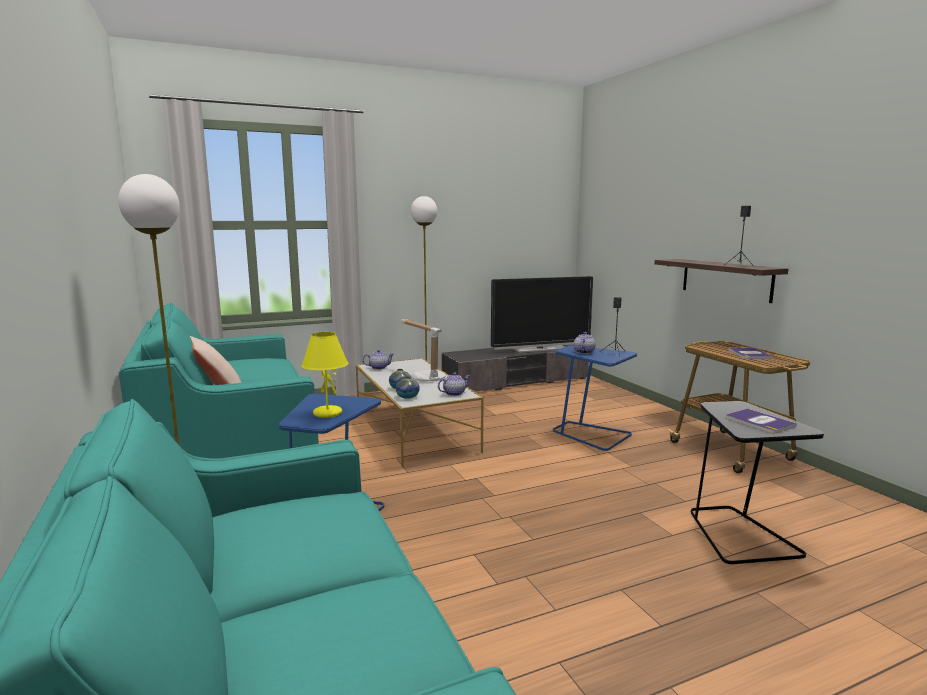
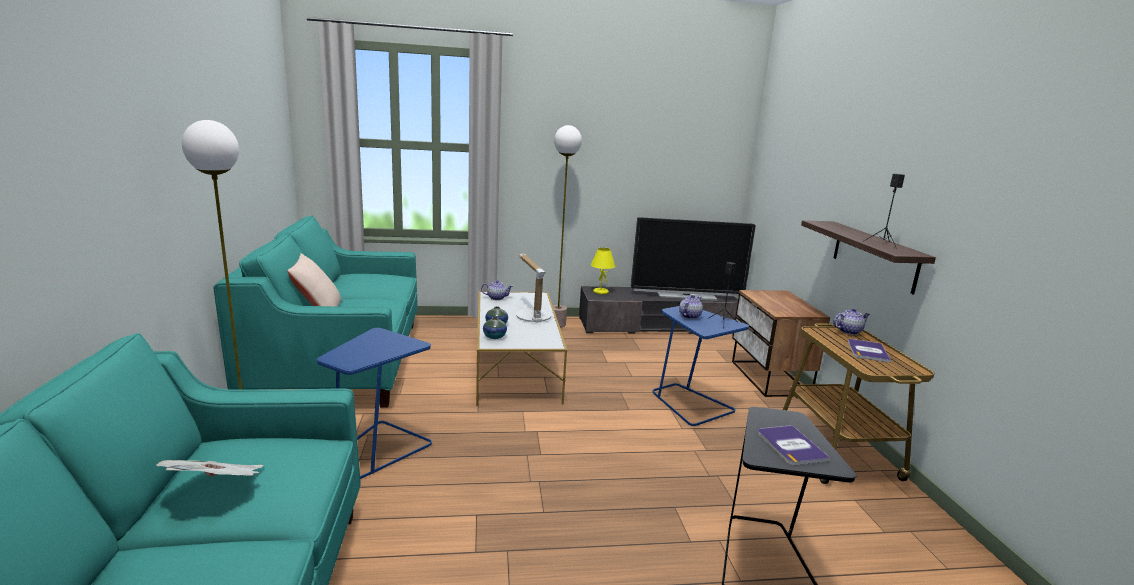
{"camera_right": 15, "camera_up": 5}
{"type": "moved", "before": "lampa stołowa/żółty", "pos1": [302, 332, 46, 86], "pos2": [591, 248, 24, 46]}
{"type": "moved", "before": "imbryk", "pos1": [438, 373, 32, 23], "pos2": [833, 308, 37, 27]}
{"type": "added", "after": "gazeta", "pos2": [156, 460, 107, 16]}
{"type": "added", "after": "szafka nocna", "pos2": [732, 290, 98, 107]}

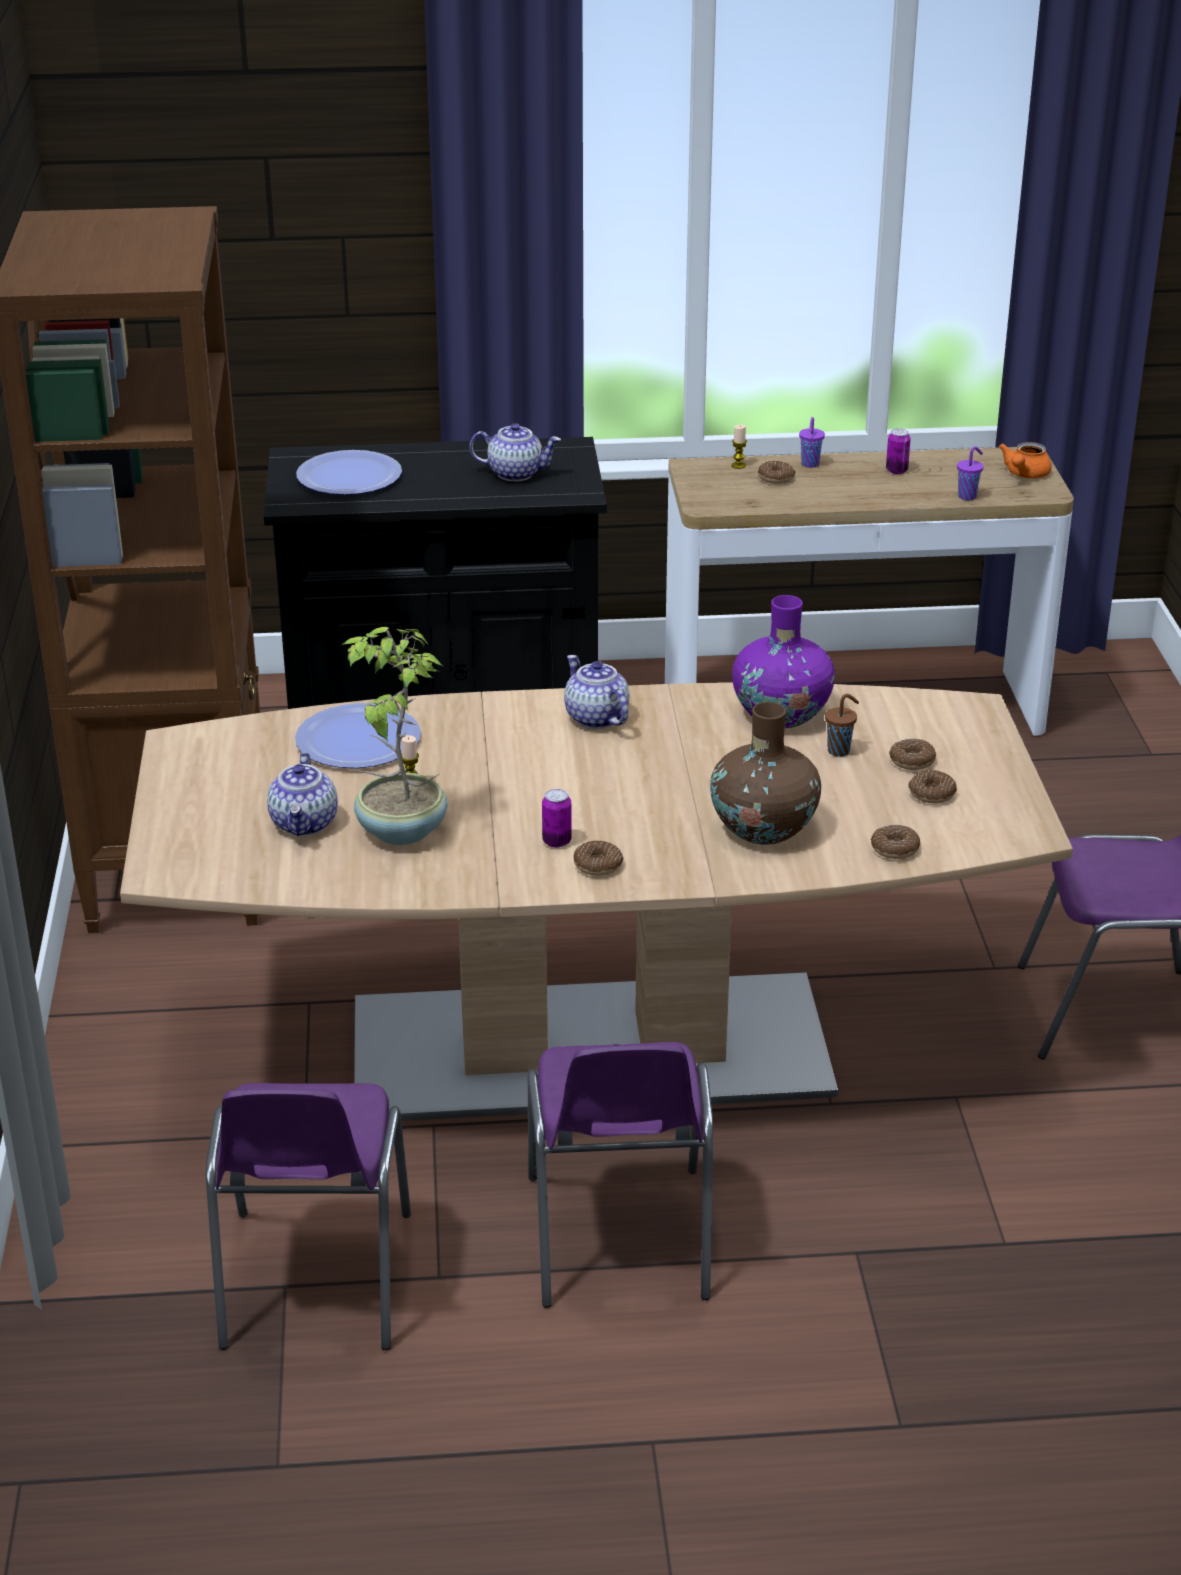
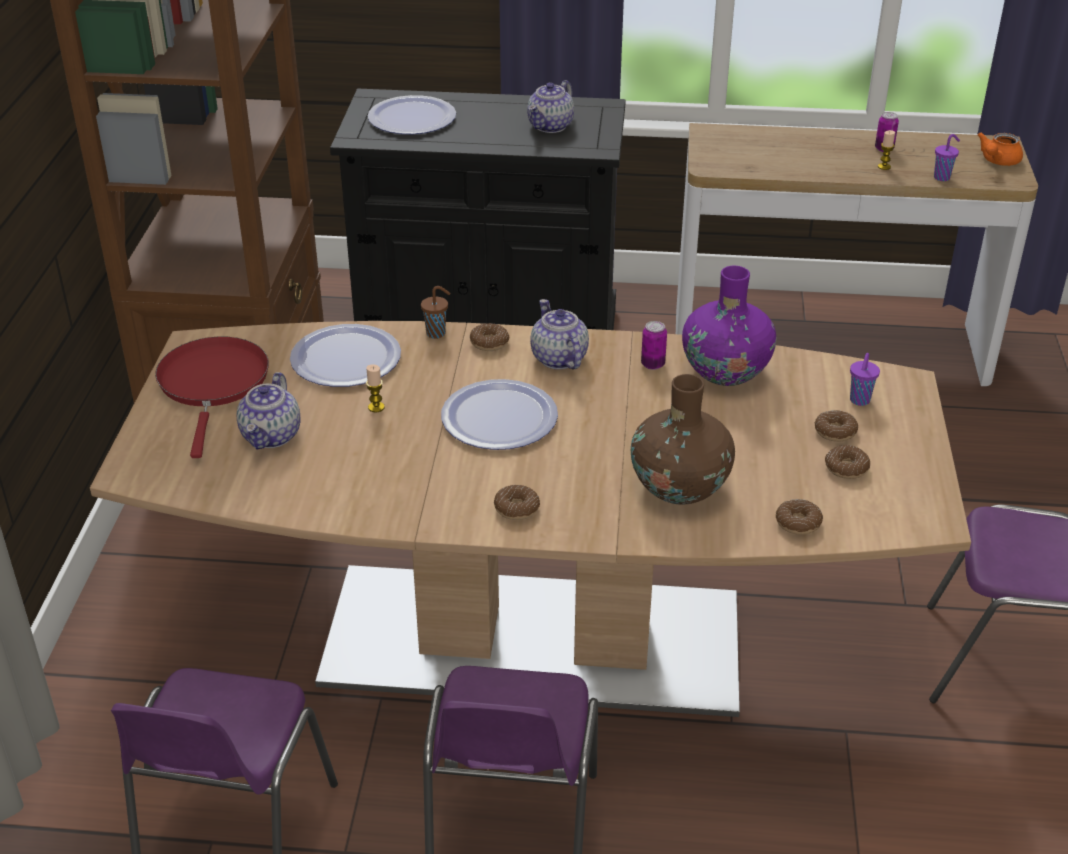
{"camera_right": 10, "camera_up": 5}
{"type": "removed", "before": "roślina doniczkowa", "pos1": [341, 627, 106, 218]}
{"type": "turned", "before": "imbryk", "pos1": [469, 423, 92, 58], "pos2": [527, 80, 47, 53], "turn": 105}
{"type": "moved", "before": "puszka", "pos1": [542, 789, 30, 59], "pos2": [641, 321, 26, 49]}
{"type": "moved", "before": "świeca", "pos1": [732, 424, 15, 45], "pos2": [878, 130, 17, 40]}
{"type": "moved", "before": "donut", "pos1": [758, 461, 37, 23], "pos2": [470, 323, 40, 28]}
{"type": "moved", "before": "filiżanka/fioletowy", "pos1": [799, 417, 26, 51], "pos2": [850, 353, 30, 53]}
{"type": "moved", "before": "filiżanka/brązowy", "pos1": [825, 694, 34, 63], "pos2": [421, 286, 29, 53]}
{"type": "added", "after": "patelnia/czerwony", "pos2": [155, 336, 114, 122]}
{"type": "added", "after": "talerz", "pos2": [441, 379, 117, 71]}

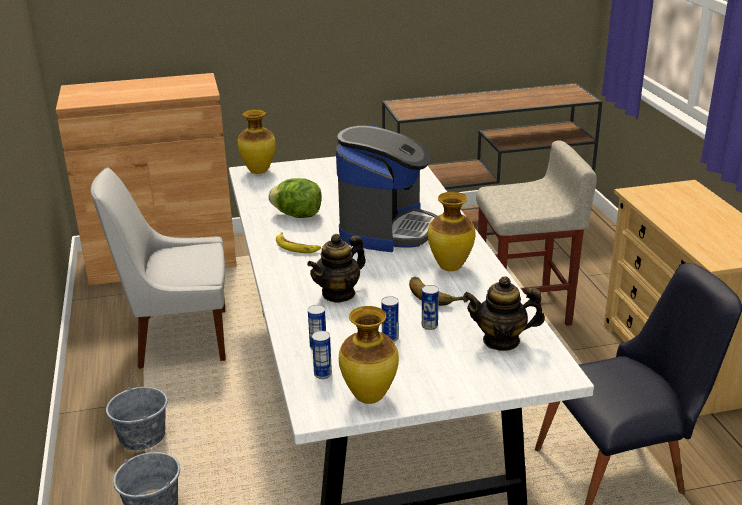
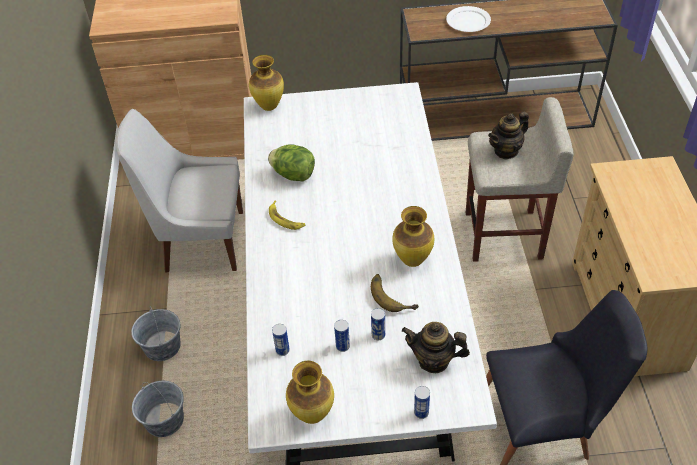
{"camera_right": 10, "camera_up": 20}
{"type": "moved", "before": "imbryk", "pos1": [307, 234, 59, 69], "pos2": [488, 111, 41, 48]}
{"type": "moved", "before": "puszka", "pos1": [312, 331, 20, 48], "pos2": [414, 386, 16, 33]}
{"type": "removed", "before": "ekspres do kawy", "pos1": [336, 126, 102, 126]}
{"type": "added", "after": "talerz/biały", "pos2": [446, 6, 45, 26]}

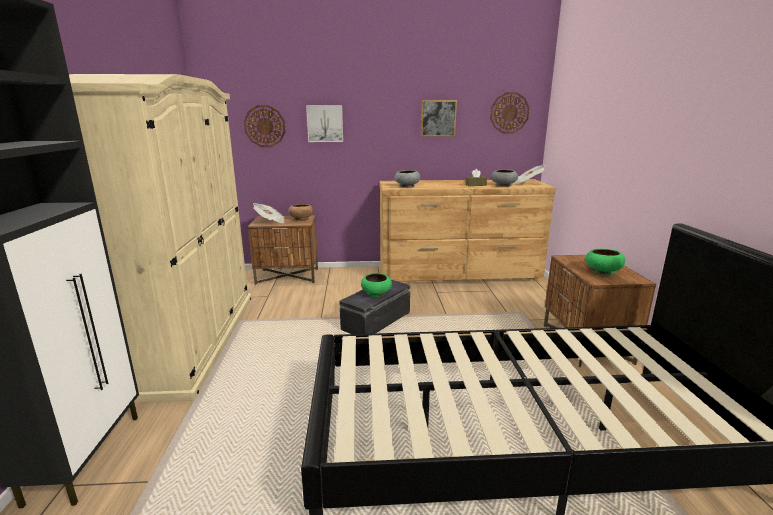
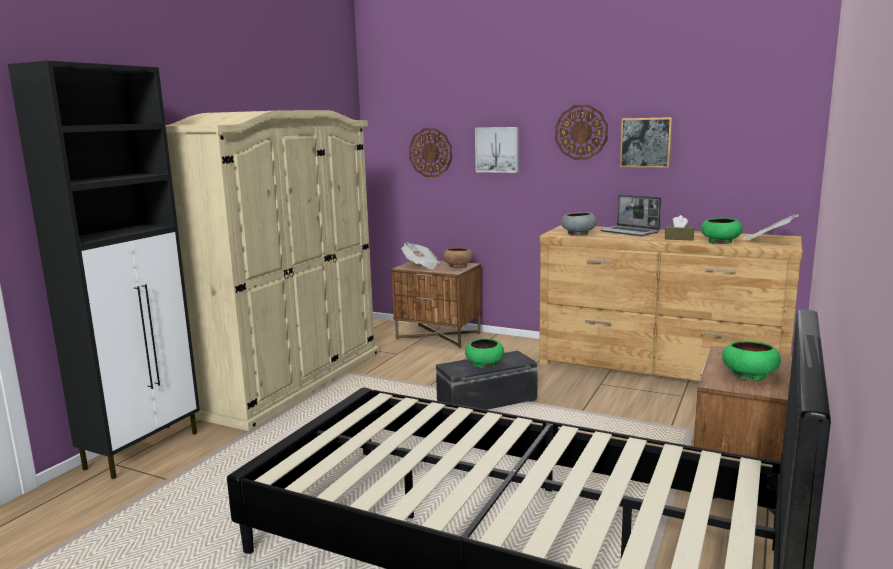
{"camera_right": 30, "camera_up": -5}
{"type": "moved", "before": "zegar ścienny", "pos1": [490, 92, 39, 42], "pos2": [555, 105, 53, 55]}
{"type": "recoloured", "before": "miska/szary", "after": "miska/zielony", "pos1": [491, 169, 27, 18], "pos2": [701, 218, 41, 26]}
{"type": "added", "after": "laptop", "pos2": [599, 194, 63, 42]}

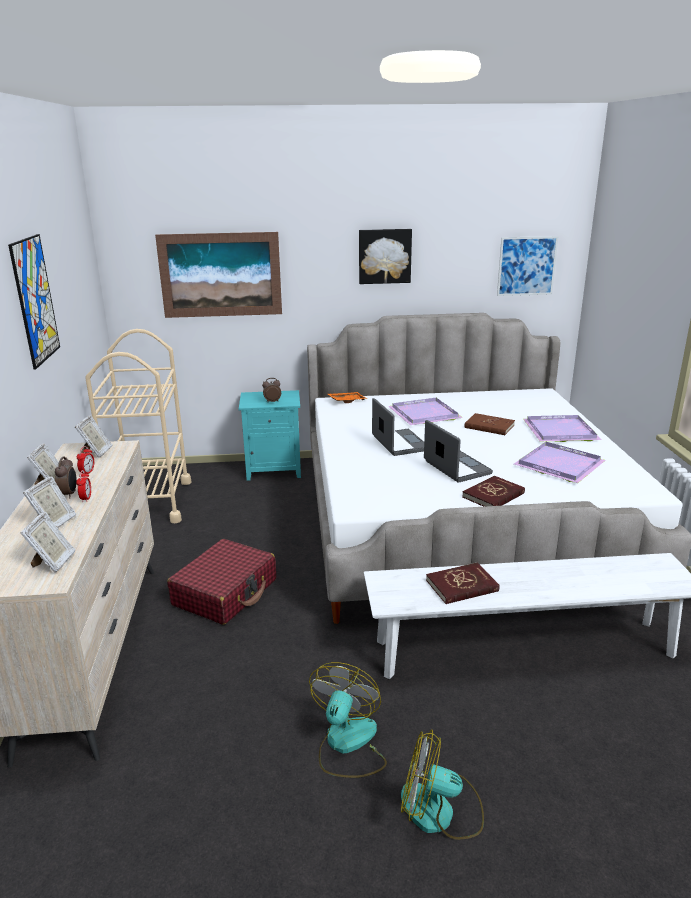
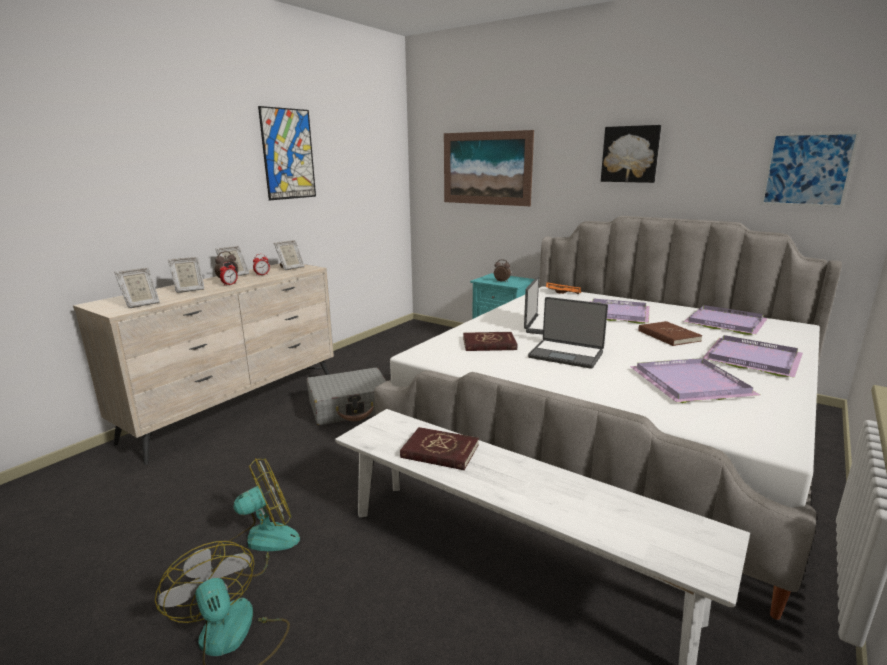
{"camera_right": 40, "camera_up": -5}
{"type": "removed", "before": "wózek/beżowy", "pos1": [86, 329, 106, 194]}
{"type": "recoloured", "before": "walizka/czerwony", "after": "walizka/szary", "pos1": [167, 539, 109, 86], "pos2": [307, 368, 79, 57]}
{"type": "turned", "before": "laptop", "pos1": [424, 420, 69, 63], "pos2": [528, 297, 80, 72], "turn": 105}
{"type": "moved", "before": "książka/czerwony", "pos1": [463, 476, 62, 31], "pos2": [463, 332, 54, 19]}
{"type": "added", "after": "taca/fioletowy", "pos2": [684, 305, 84, 30]}

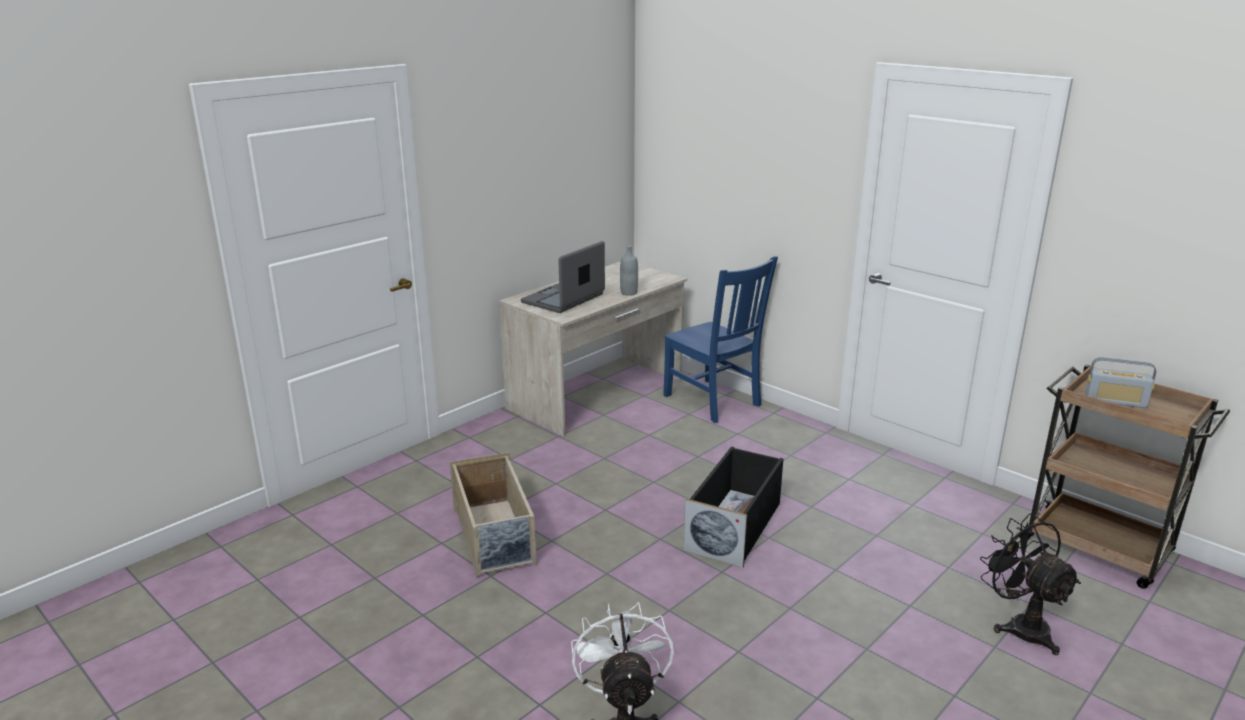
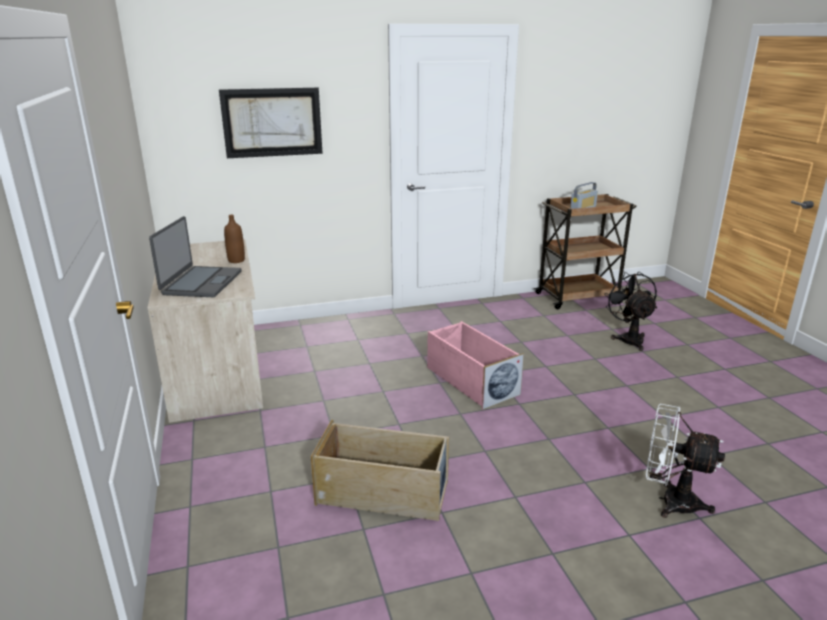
{"camera_right": -60, "camera_up": 0}
{"type": "turned", "before": "laptop", "pos1": [521, 241, 84, 72], "pos2": [149, 216, 93, 81], "turn": -150}
{"type": "recoloured", "before": "butelka/szary", "after": "butelka/brązowy", "pos1": [620, 245, 18, 51], "pos2": [224, 215, 21, 48]}
{"type": "removed", "before": "krzesło/niebieski", "pos1": [663, 256, 115, 167]}
{"type": "recoloured", "before": "pojemnik do przechowywania/czarny", "after": "pojemnik do przechowywania/różowy", "pos1": [683, 446, 100, 122], "pos2": [427, 321, 97, 88]}
{"type": "turned", "before": "wentylator/czarny", "pos1": [980, 513, 101, 142], "pos2": [605, 272, 52, 79], "turn": 75}
{"type": "added", "after": "obraz", "pos2": [219, 87, 104, 71]}

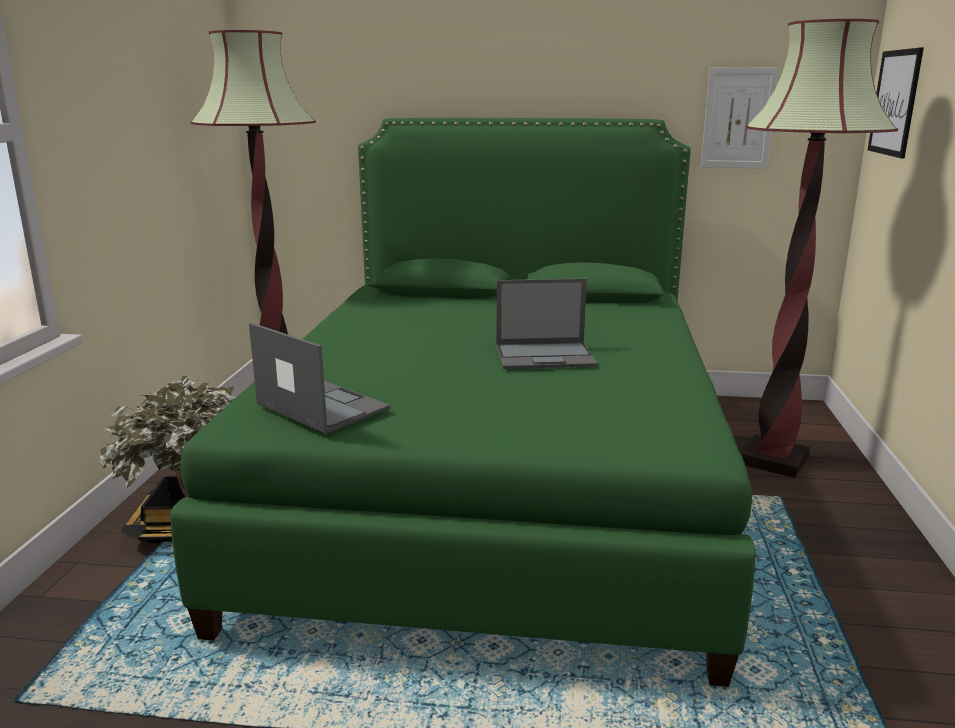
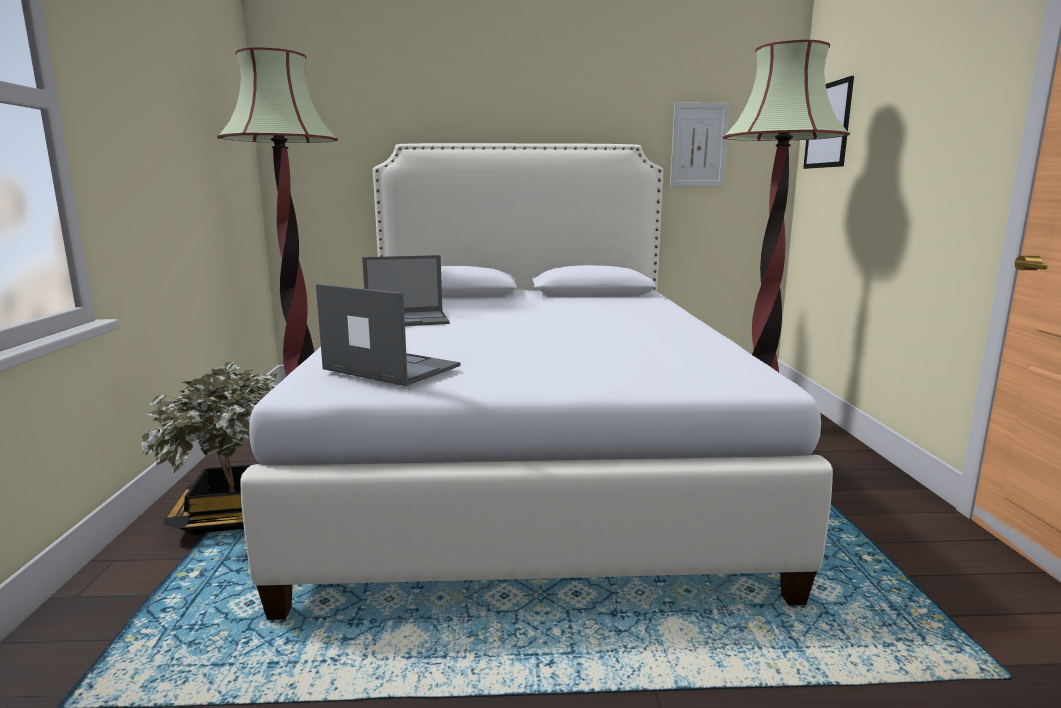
{"camera_right": -10, "camera_up": -5}
{"type": "recoloured", "before": "łóżko/zielony", "after": "łóżko/biały", "pos1": [170, 118, 586, 569], "pos2": [241, 143, 592, 477]}
{"type": "moved", "before": "laptop", "pos1": [496, 278, 102, 91], "pos2": [362, 255, 88, 71]}

